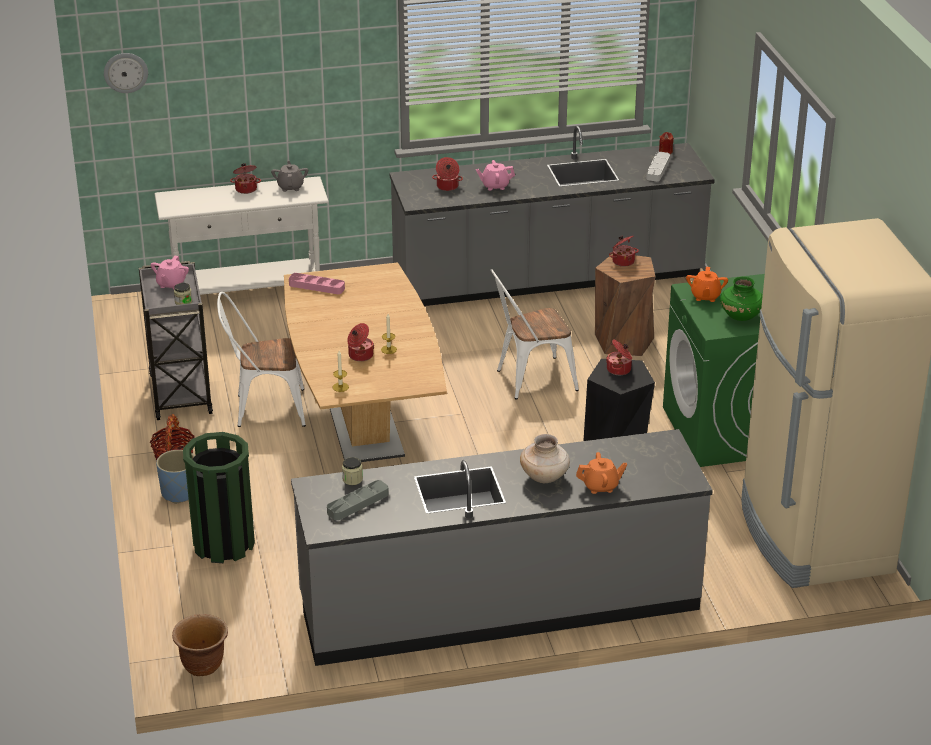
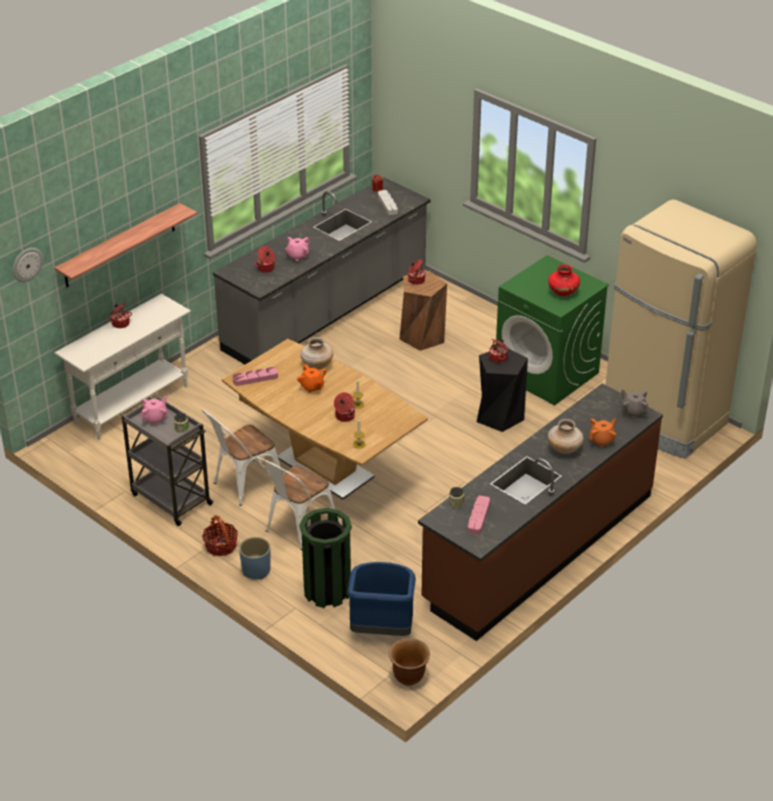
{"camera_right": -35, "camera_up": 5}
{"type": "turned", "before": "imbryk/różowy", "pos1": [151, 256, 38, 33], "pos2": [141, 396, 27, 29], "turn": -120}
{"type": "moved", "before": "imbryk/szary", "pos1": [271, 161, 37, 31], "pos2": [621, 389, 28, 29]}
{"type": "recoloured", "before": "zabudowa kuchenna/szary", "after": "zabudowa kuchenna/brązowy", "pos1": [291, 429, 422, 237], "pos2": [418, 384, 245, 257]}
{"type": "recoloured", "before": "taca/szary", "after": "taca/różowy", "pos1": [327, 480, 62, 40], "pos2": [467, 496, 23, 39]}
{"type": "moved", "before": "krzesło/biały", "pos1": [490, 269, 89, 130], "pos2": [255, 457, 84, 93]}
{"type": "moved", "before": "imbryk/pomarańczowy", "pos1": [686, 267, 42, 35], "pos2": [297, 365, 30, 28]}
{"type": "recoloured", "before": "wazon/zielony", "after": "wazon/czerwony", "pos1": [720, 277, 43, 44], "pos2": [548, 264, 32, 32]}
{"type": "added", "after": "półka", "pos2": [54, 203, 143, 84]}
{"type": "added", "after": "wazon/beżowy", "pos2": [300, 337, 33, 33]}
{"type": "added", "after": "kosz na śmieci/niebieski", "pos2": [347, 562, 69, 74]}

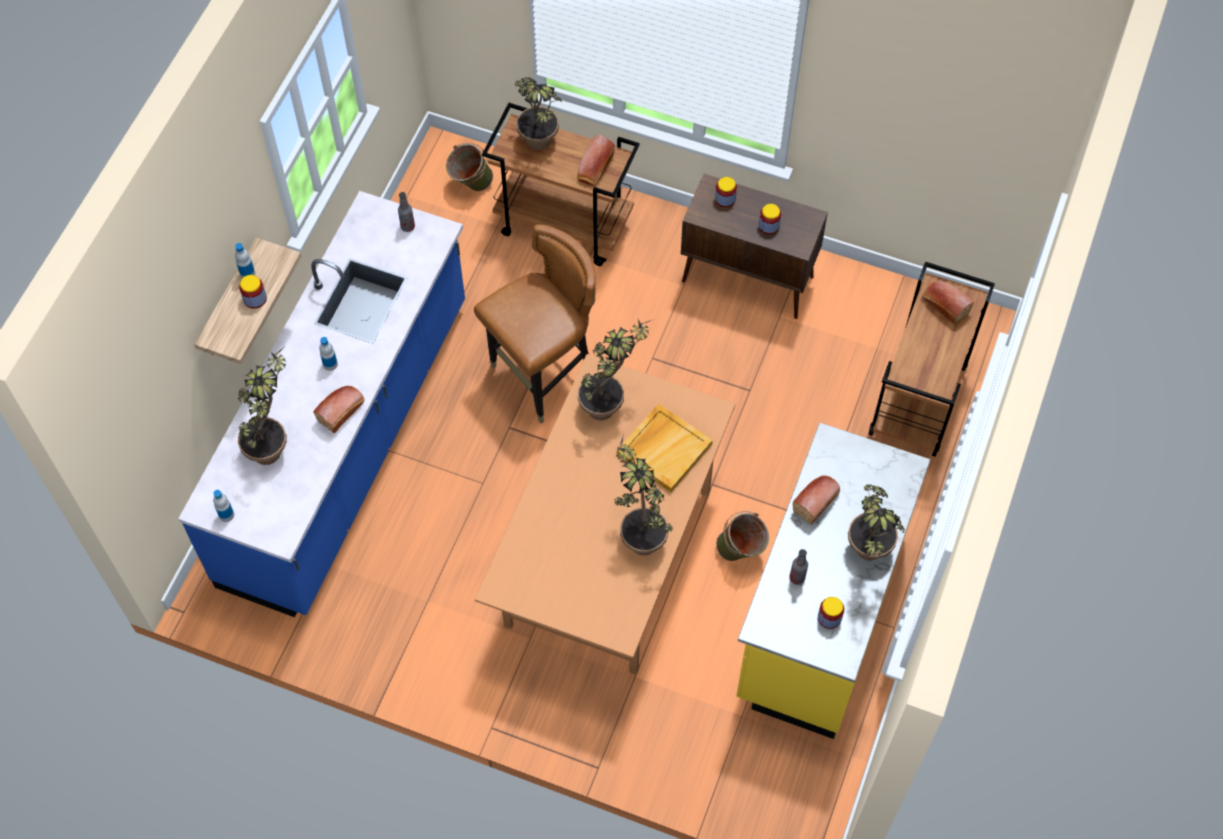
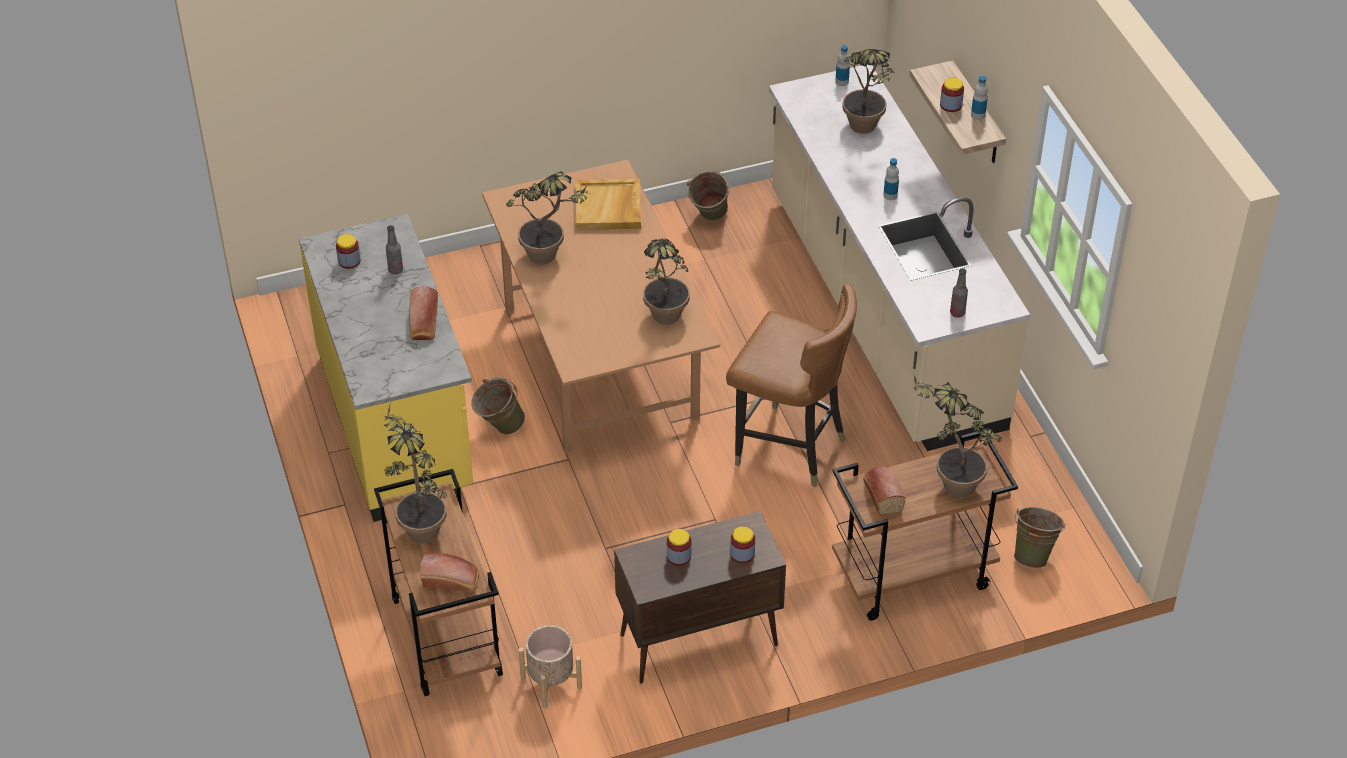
{"camera_right": 140, "camera_up": -15}
{"type": "recoloured", "before": "zabudowa kuchenna/niebieski", "after": "zabudowa kuchenna/beżowy", "pos1": [178, 191, 287, 426], "pos2": [769, 65, 261, 386]}
{"type": "removed", "before": "chleb", "pos1": [313, 386, 52, 47]}
{"type": "turned", "before": "krzesło/brązowy", "pos1": [474, 224, 122, 200], "pos2": [726, 284, 131, 204], "turn": -75}
{"type": "moved", "before": "taca/beżowy", "pos1": [617, 403, 96, 89], "pos2": [575, 178, 66, 52]}
{"type": "moved", "before": "roślina doniczkowa", "pos1": [848, 484, 57, 76], "pos2": [384, 401, 63, 142]}
{"type": "added", "after": "donica/beżowy", "pos2": [519, 625, 63, 83]}
{"type": "added", "after": "wiadro/zielony", "pos2": [687, 171, 44, 50]}

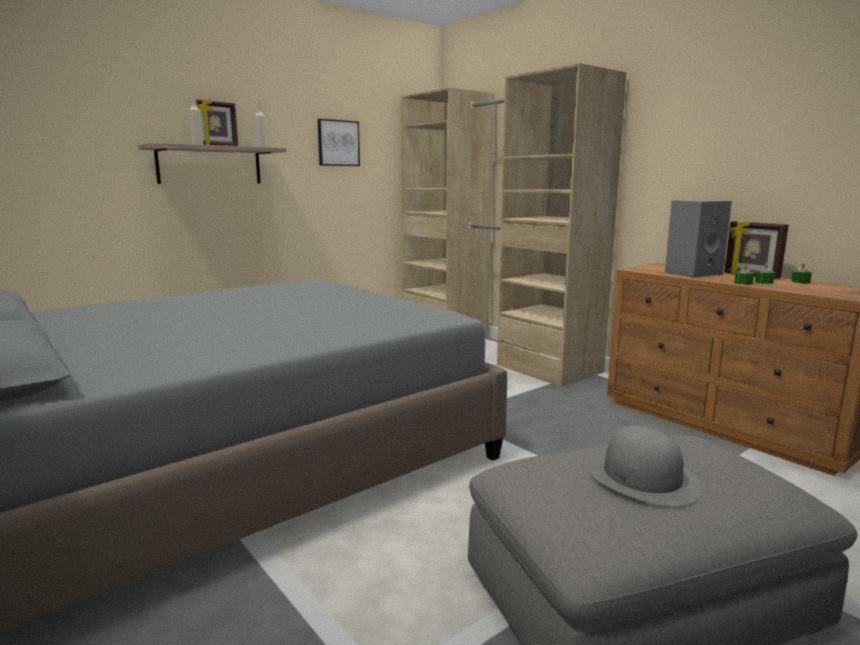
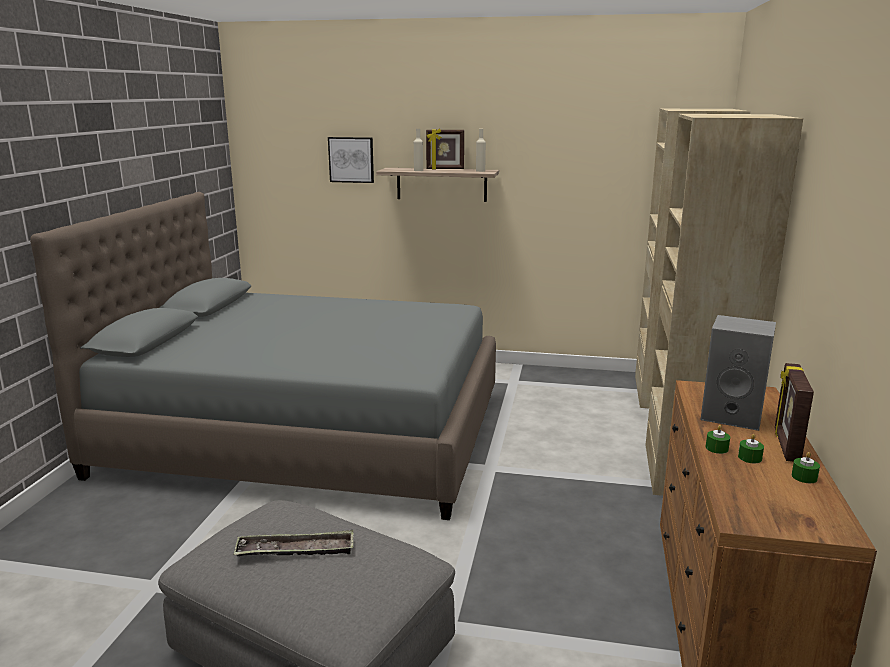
{"camera_right": 50, "camera_up": 5}
{"type": "moved", "before": "obraz", "pos1": [317, 119, 43, 47], "pos2": [328, 137, 46, 46]}
{"type": "replaced", "before": "kapelusz/szary", "after": "taca", "pos1": [588, 426, 113, 80], "pos2": [233, 530, 120, 26]}

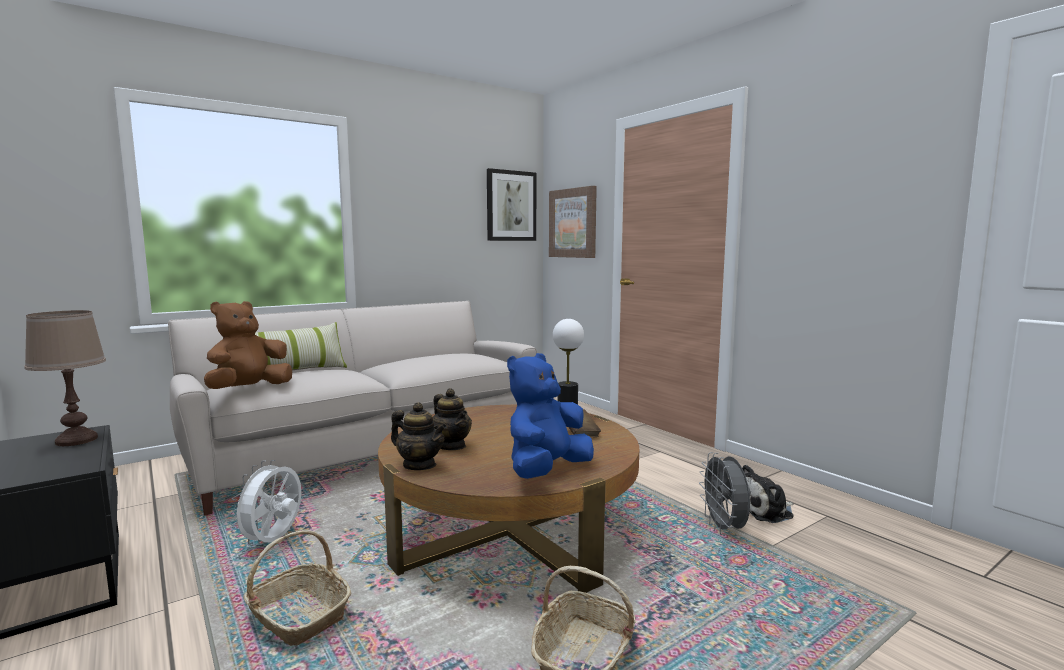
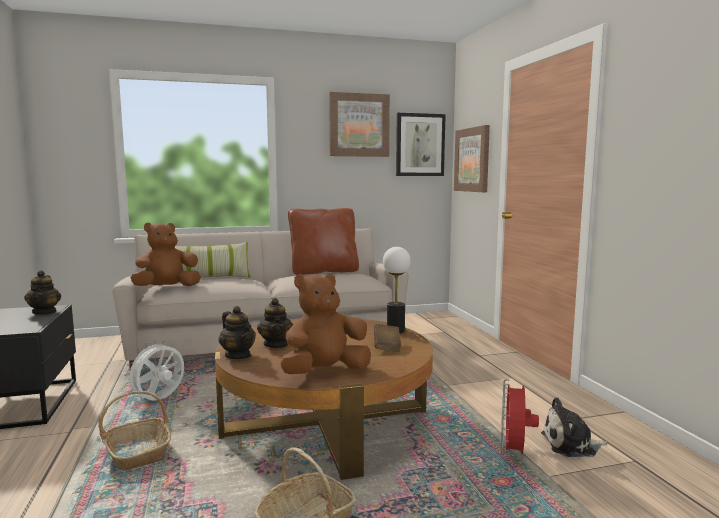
{"camera_right": 20, "camera_up": 0}
{"type": "replaced", "before": "lampa stołowa/brązowy", "after": "imbryk", "pos1": [24, 310, 82, 136], "pos2": [24, 270, 37, 45]}
{"type": "recoloured", "before": "pluszak/niebieski", "after": "pluszak/brązowy", "pos1": [507, 353, 87, 126], "pos2": [280, 274, 91, 100]}
{"type": "recoloured", "before": "wentylator/szary", "after": "wentylator/czerwony", "pos1": [699, 452, 52, 83], "pos2": [501, 379, 38, 79]}
{"type": "added", "after": "poduszka/brązowy", "pos2": [288, 208, 71, 67]}
{"type": "added", "after": "obraz", "pos2": [329, 92, 61, 65]}

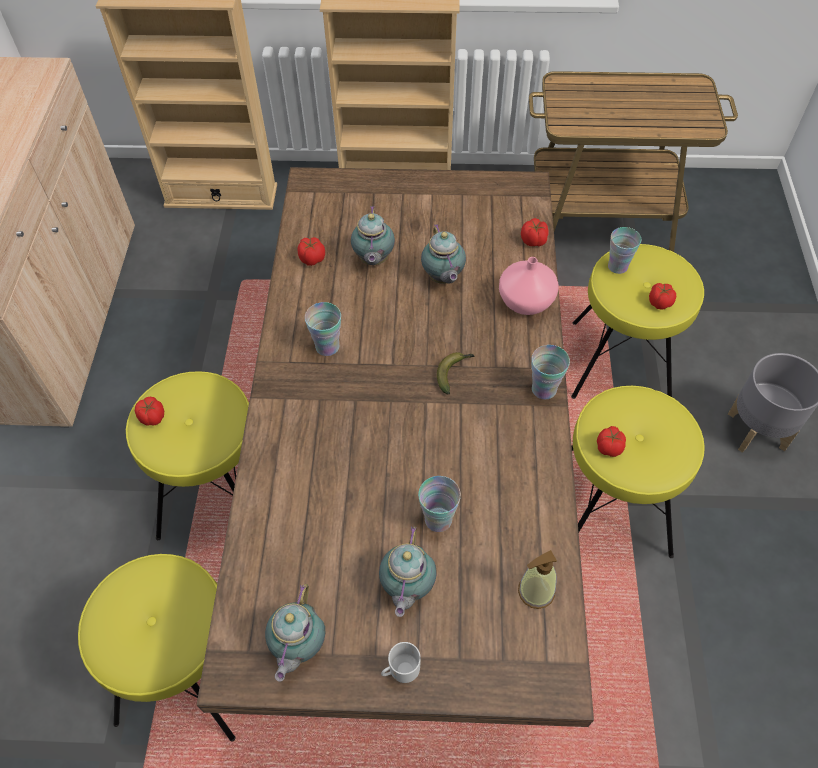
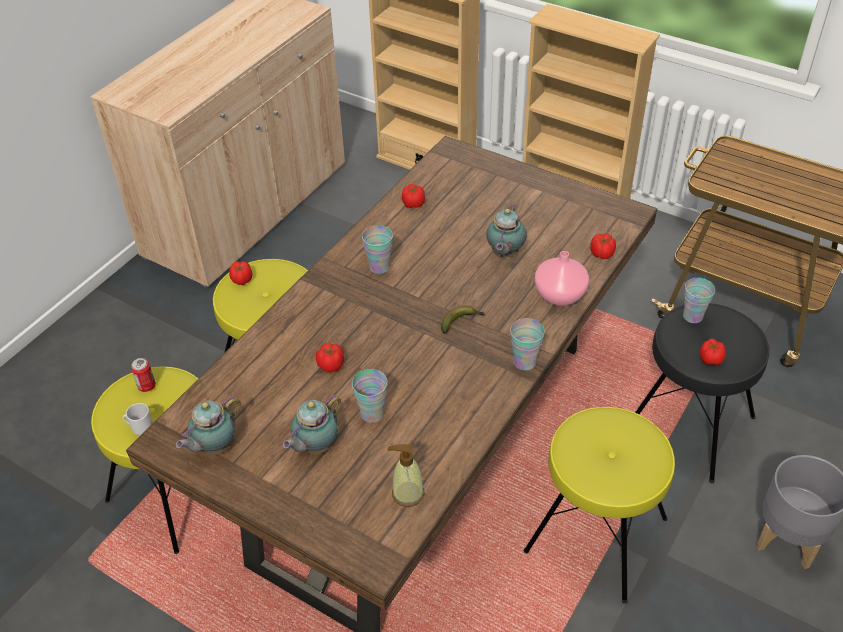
{"camera_right": 30, "camera_up": -10}
{"type": "removed", "before": "imbryk", "pos1": [351, 206, 44, 59]}
{"type": "moved", "before": "kubek", "pos1": [381, 642, 40, 41], "pos2": [123, 403, 30, 32]}
{"type": "recoloured", "before": "stołek/żółty", "after": "stołek/czarny", "pos1": [571, 244, 133, 155], "pos2": [635, 303, 134, 180]}
{"type": "moved", "before": "pomidor", "pos1": [597, 426, 29, 31], "pos2": [316, 343, 28, 29]}
{"type": "added", "after": "puszka", "pos2": [131, 358, 25, 34]}

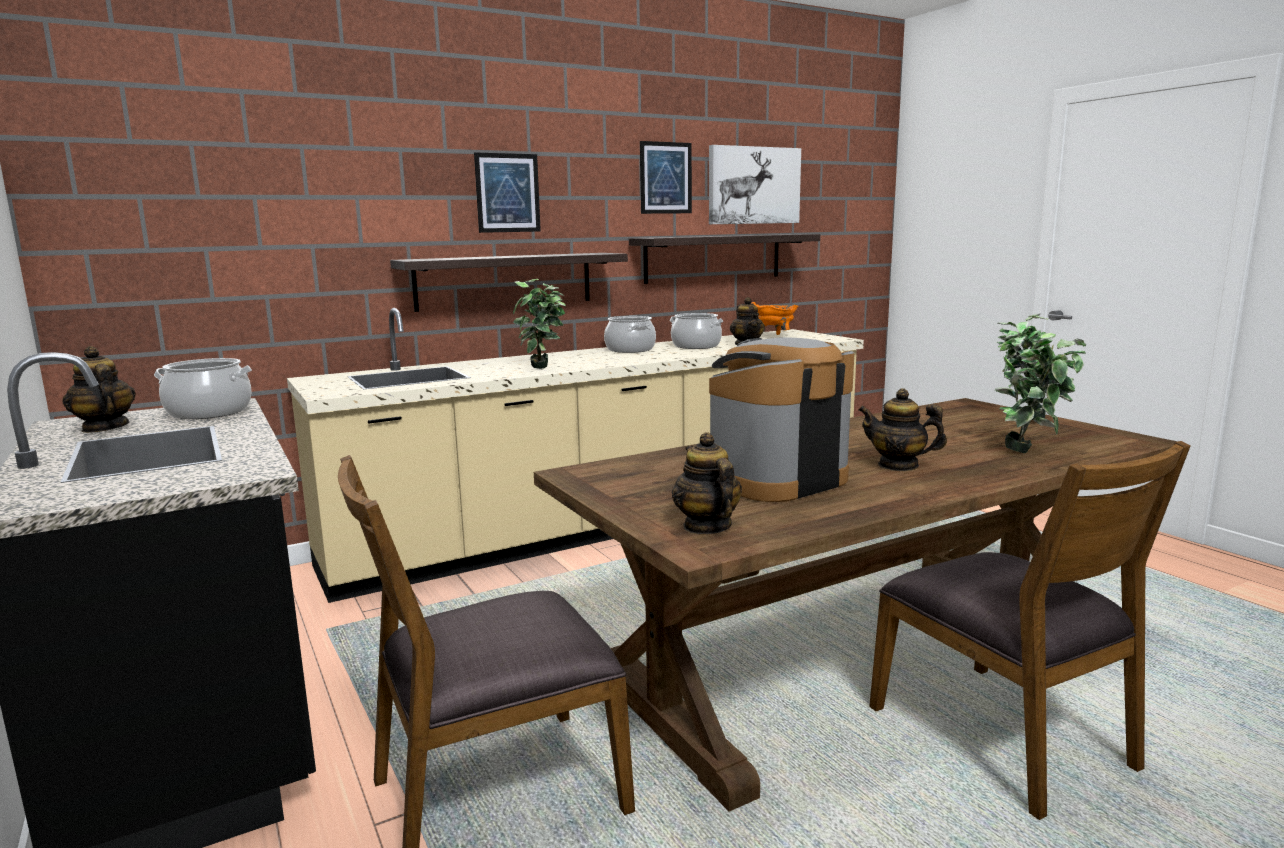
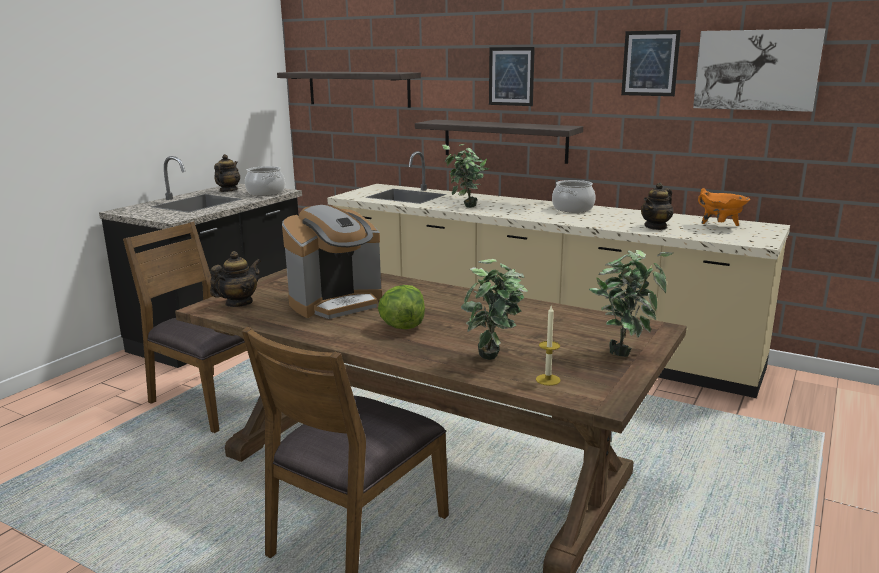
{"camera_right": 60, "camera_up": 5}
{"type": "moved", "before": "półka", "pos1": [629, 234, 191, 50], "pos2": [277, 71, 144, 37]}
{"type": "removed", "before": "garnek", "pos1": [670, 313, 53, 36]}
{"type": "turned", "before": "ekspres do kawy", "pos1": [709, 337, 145, 165], "pos2": [282, 205, 100, 114], "turn": 120}
{"type": "replaced", "before": "imbryk", "after": "sałata", "pos1": [858, 389, 89, 82], "pos2": [378, 285, 47, 44]}
{"type": "added", "after": "świeca", "pos2": [536, 306, 24, 80]}

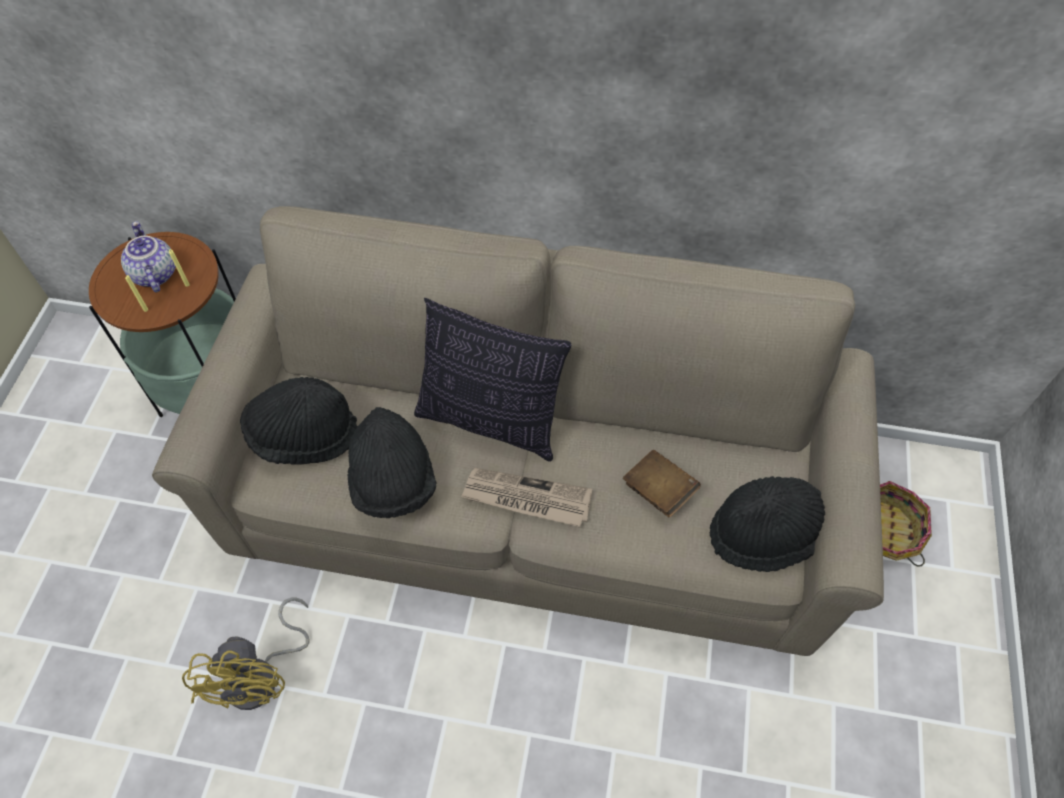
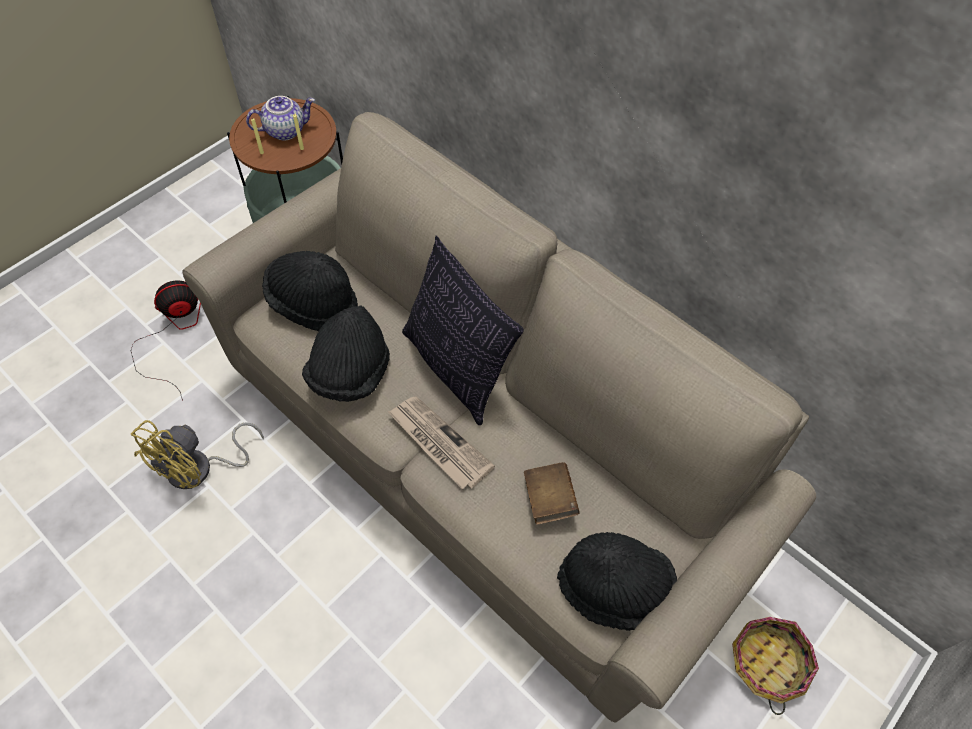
{"camera_right": 30, "camera_up": 0}
{"type": "turned", "before": "imbryk", "pos1": [121, 221, 55, 71], "pos2": [246, 96, 69, 44], "turn": 60}
{"type": "added", "after": "wentylator", "pos2": [131, 281, 70, 120]}

